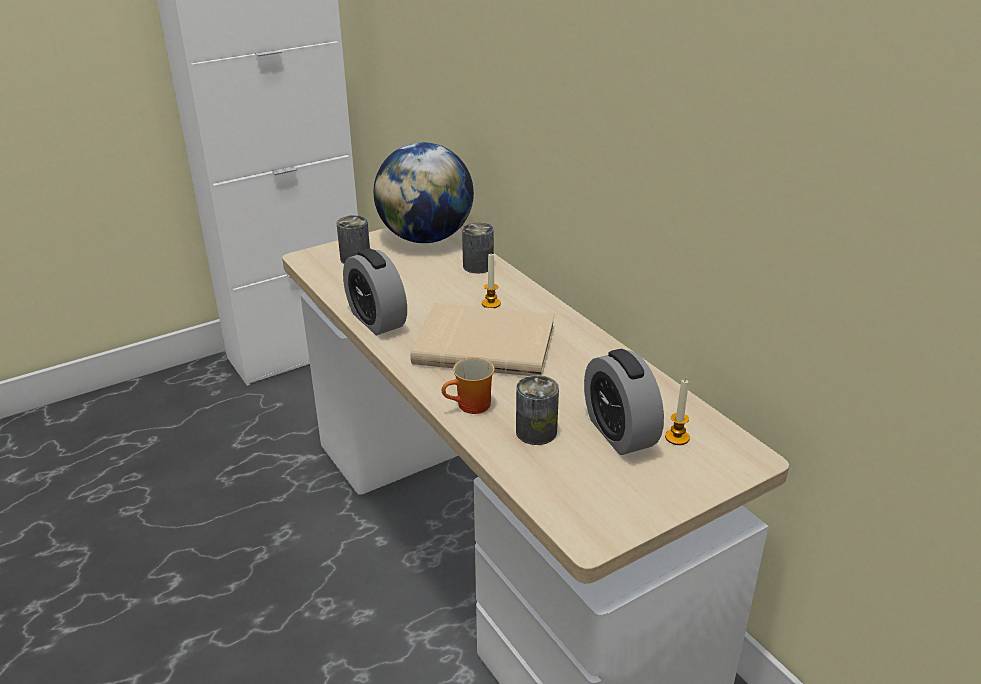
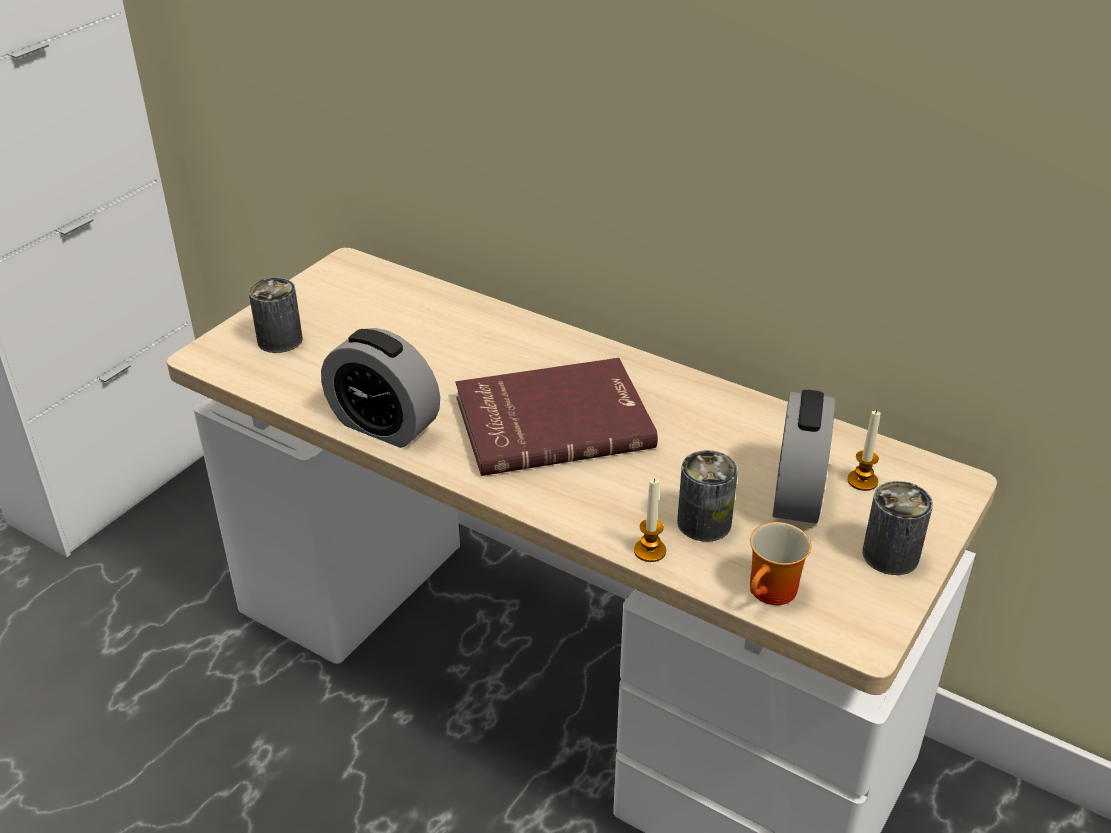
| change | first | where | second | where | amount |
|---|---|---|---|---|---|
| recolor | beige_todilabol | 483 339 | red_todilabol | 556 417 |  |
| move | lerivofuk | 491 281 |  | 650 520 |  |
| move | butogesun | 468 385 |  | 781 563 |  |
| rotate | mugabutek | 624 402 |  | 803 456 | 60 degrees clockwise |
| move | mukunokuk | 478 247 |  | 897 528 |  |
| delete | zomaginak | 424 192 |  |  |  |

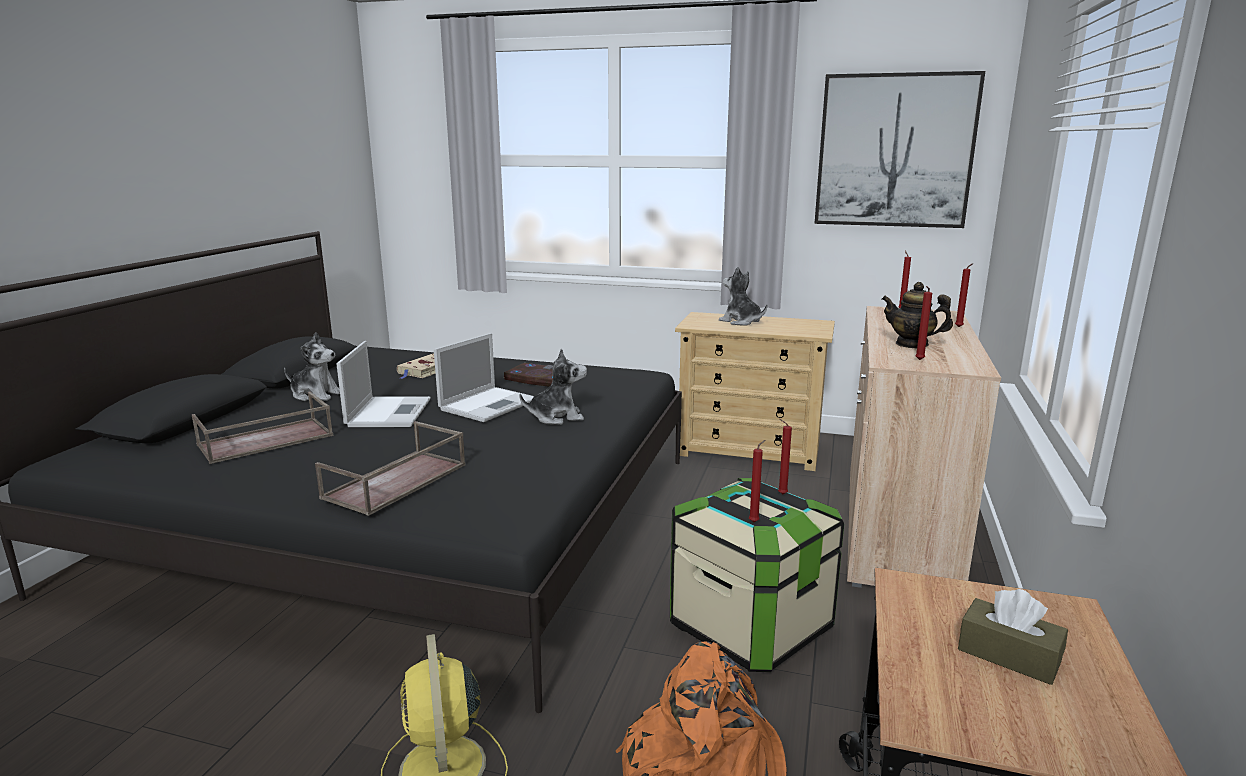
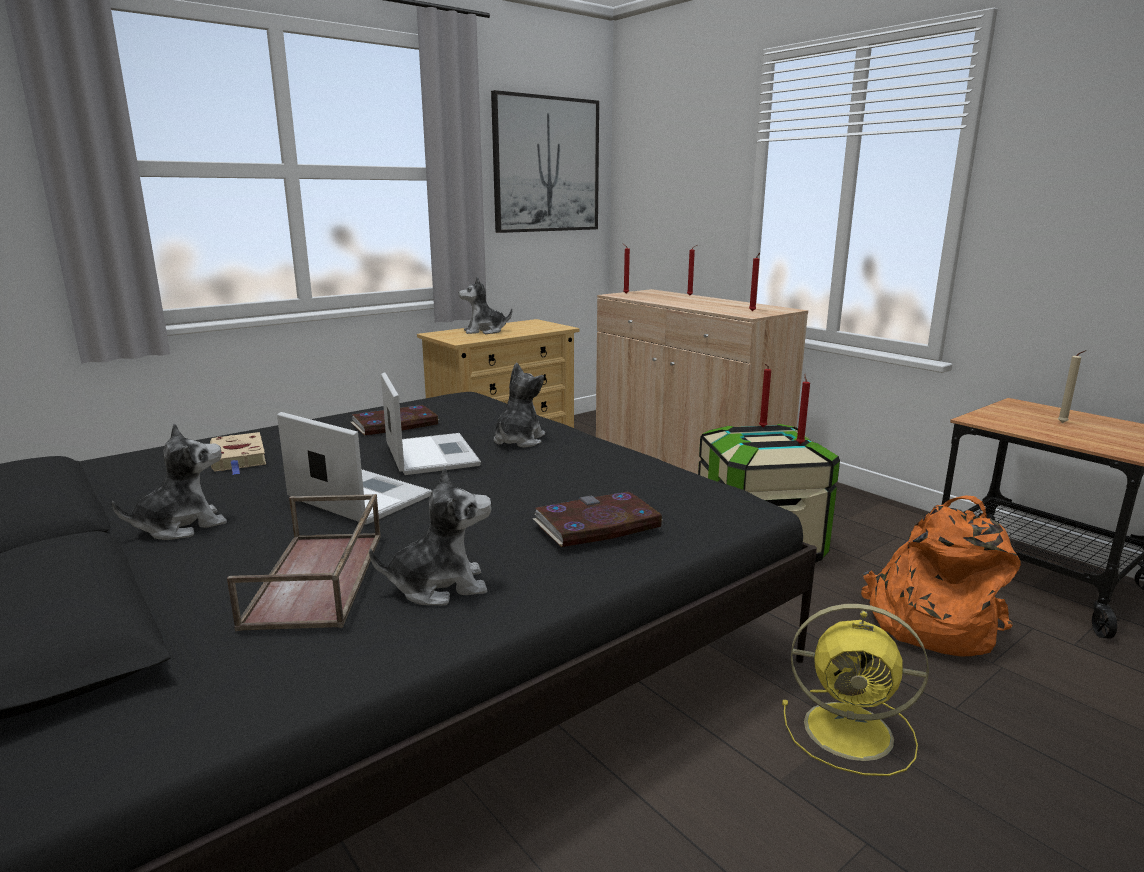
| change | first | where | second | where | amount |
|---|---|---|---|---|---|
| insert |  |  | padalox | 430 536 |  |
| replace | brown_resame | 390 468 | todilabol | 597 519 |  |
| replace | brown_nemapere | 1013 637 | beige_lerivofuk | 1072 386 |  |
| delete | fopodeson | 917 315 |  |  |  |

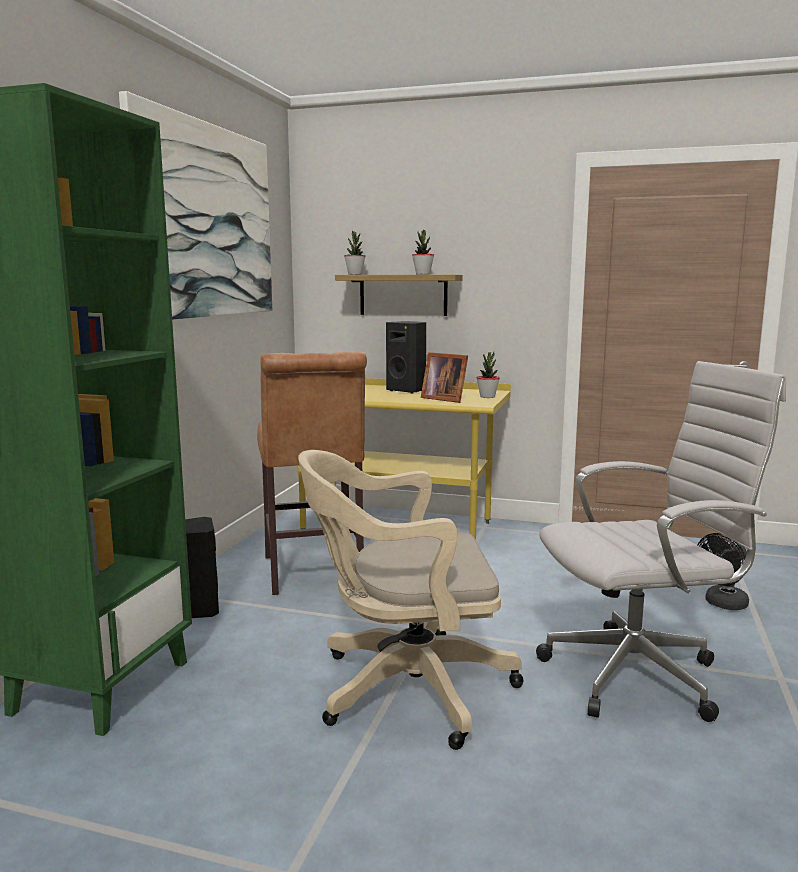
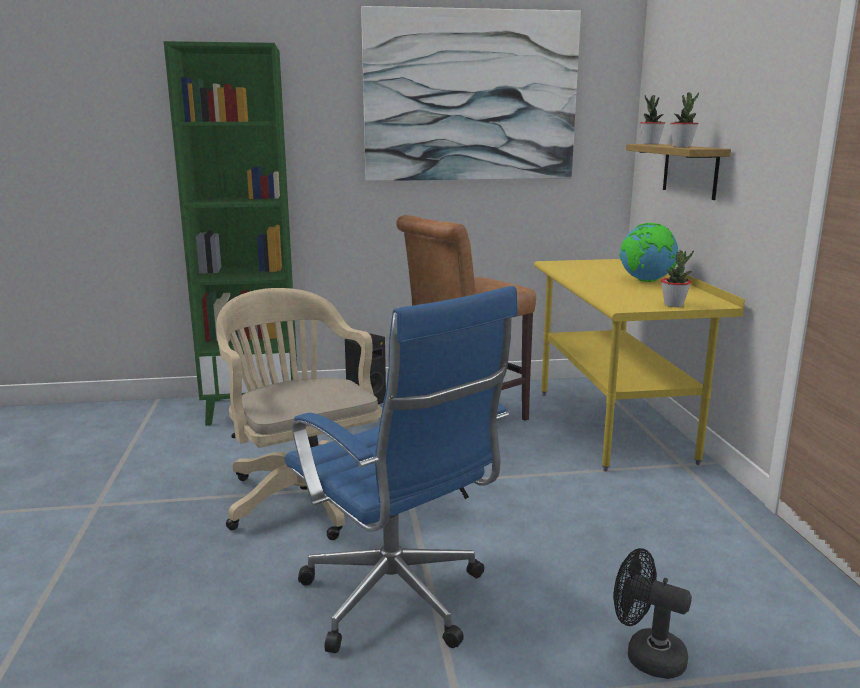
| change | first | where | second | where | amount |
|---|---|---|---|---|---|
| recolor | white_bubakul | 661 541 | blue_bubakul | 401 469 |  |
| replace | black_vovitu | 406 357 | zomaginak | 648 252 |  |
| delete | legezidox | 444 377 |  |  |  |

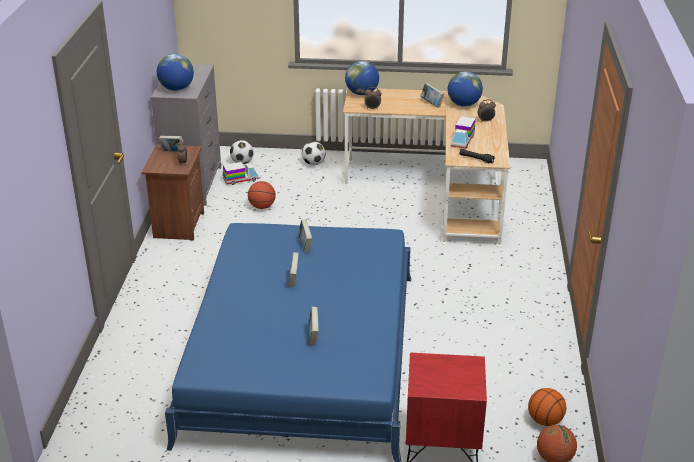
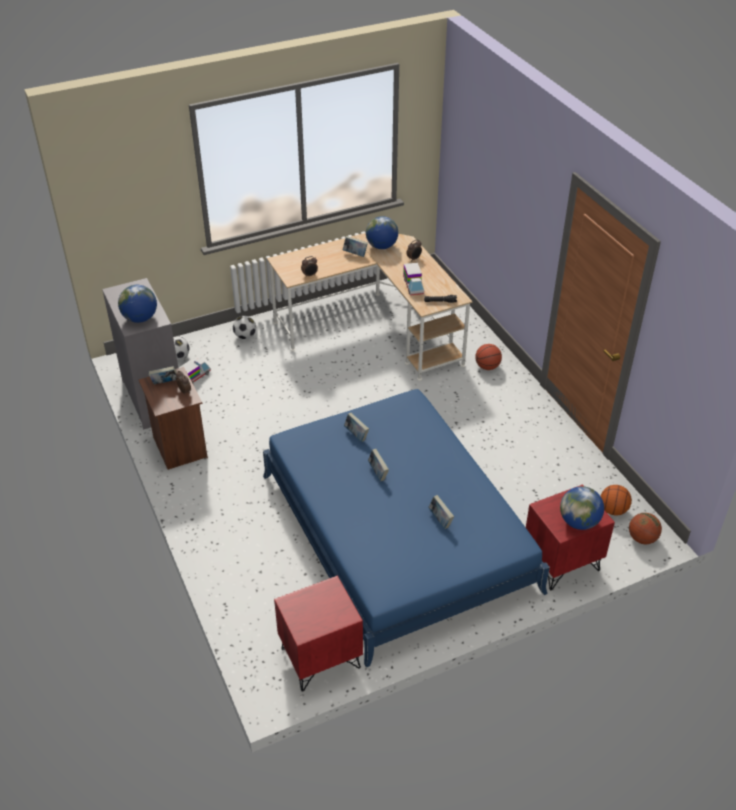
| change | first | where | second | where | amount |
|---|---|---|---|---|---|
| insert |  |  | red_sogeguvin | 318 634 |  |
| move | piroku | 262 195 |  | 488 357 |  |
| move | zomaginak | 362 78 |  | 582 508 |  |

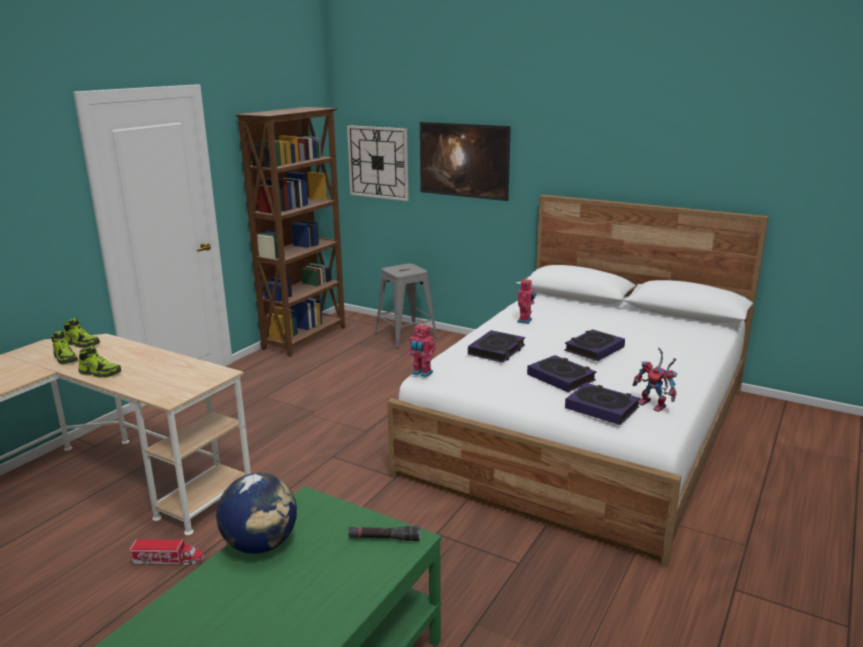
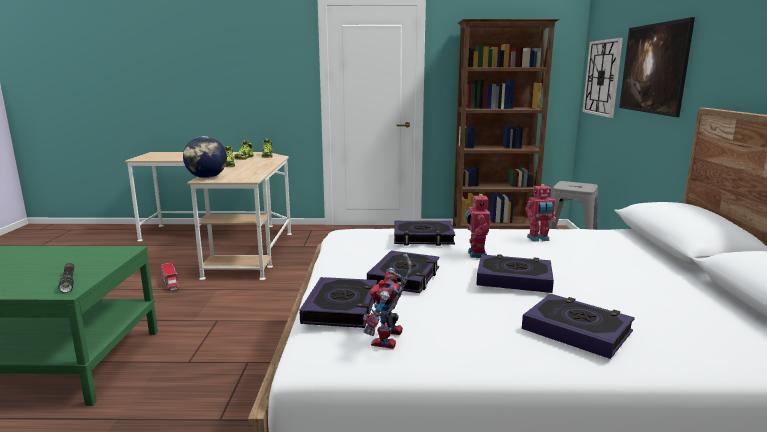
| change | first | where | second | where | amount |
|---|---|---|---|---|---|
| move | zomaginak | 256 513 |  | 205 157 |  |
| move | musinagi | 422 351 |  | 477 225 |  |
| insert |  |  | todilabol | 578 326 |  |

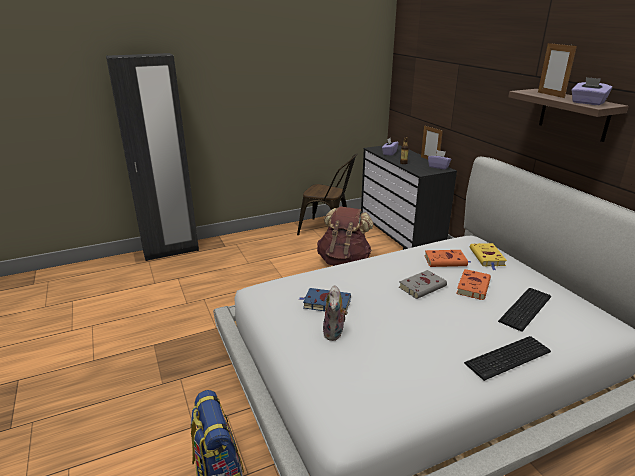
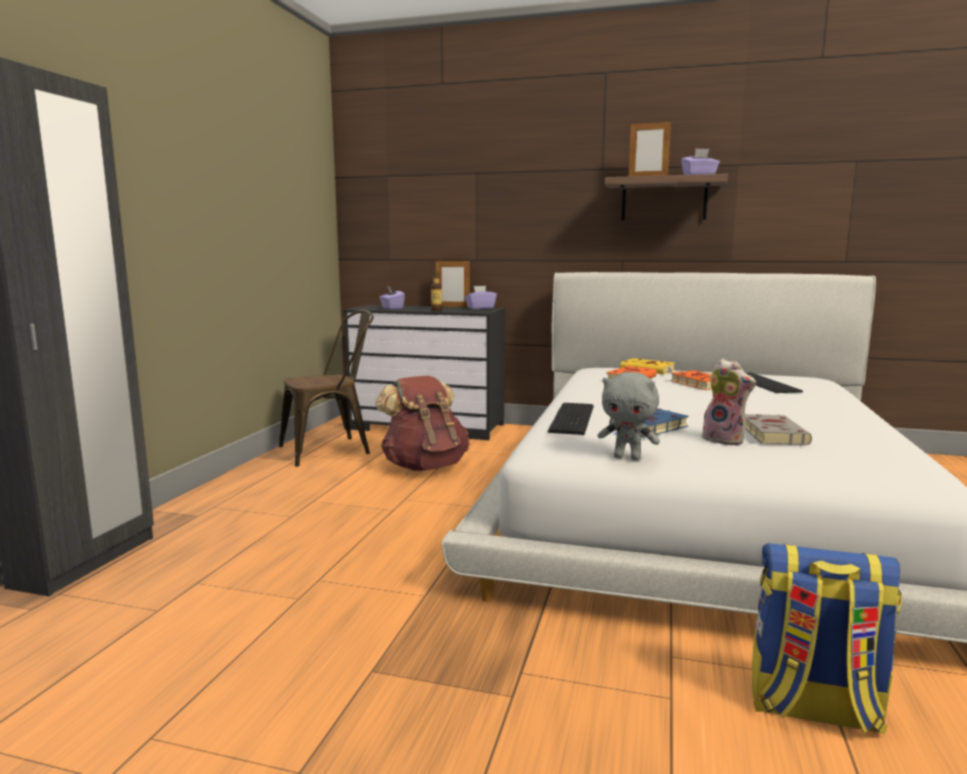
| change | first | where | second | where | amount |
|---|---|---|---|---|---|
| move | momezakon | 507 358 |  | 571 419 |  |
| insert |  |  | grey_padalox | 629 416 |  |
| move | grey_todilabol | 423 284 |  | 778 429 |  |

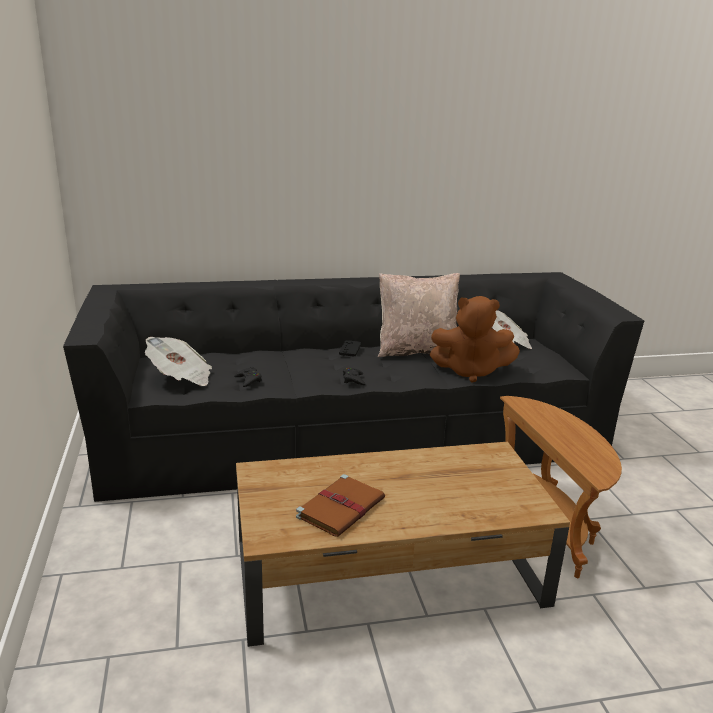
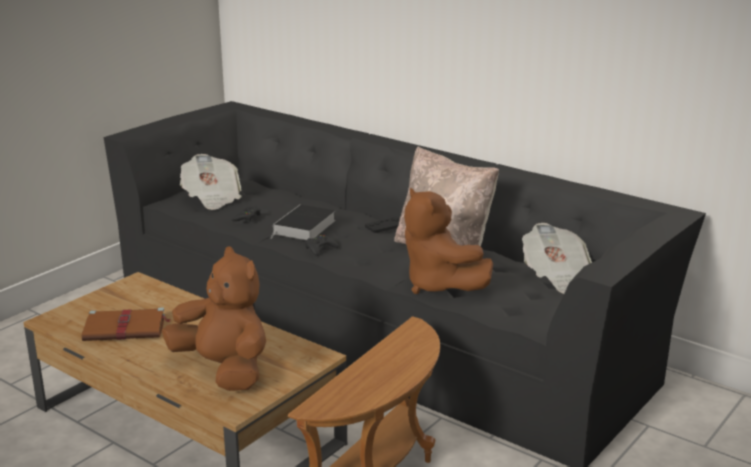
| change | first | where | second | where | amount |
|---|---|---|---|---|---|
| insert |  |  | brown_padalox | 214 319 |  |
| insert |  |  | todilabol | 303 222 |  |

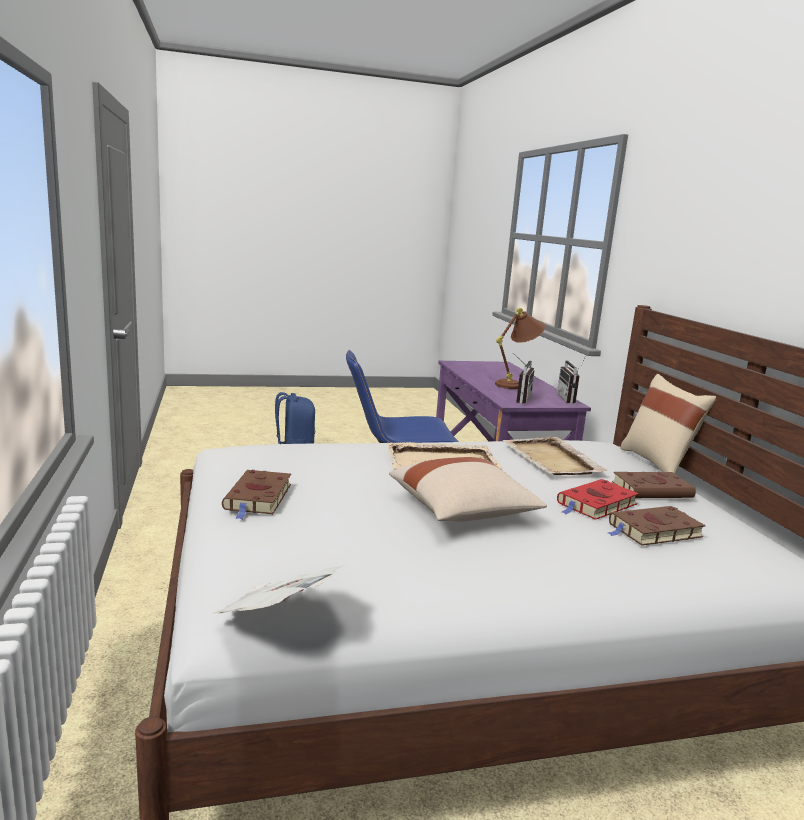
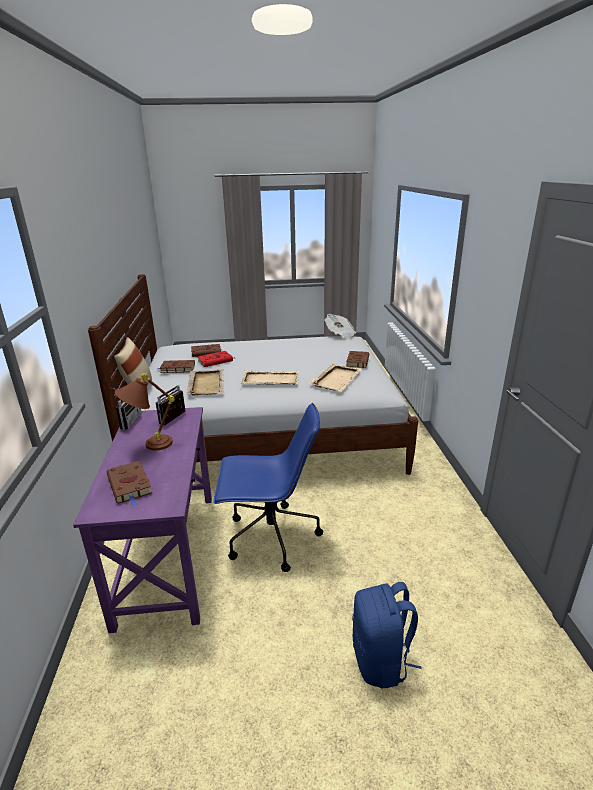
| change | first | where | second | where | amount |
|---|---|---|---|---|---|
| insert |  |  | brown_todilabol | 129 484 |  |
| insert |  |  | beige_resame | 335 378 |  |
| delete | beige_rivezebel | 468 489 |  |  |  |

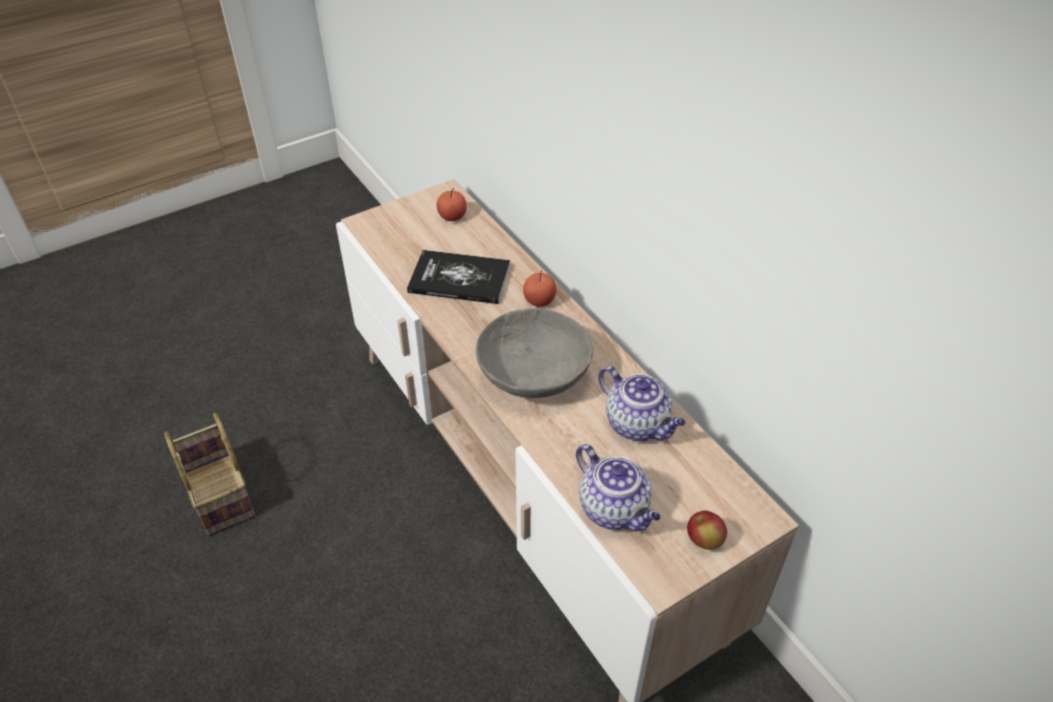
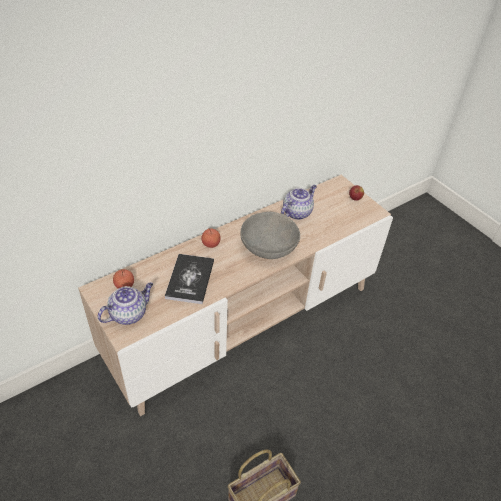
| change | first | where | second | where | amount |
|---|---|---|---|---|---|
| move | fopodeson | 618 487 |  | 125 303 |  |

